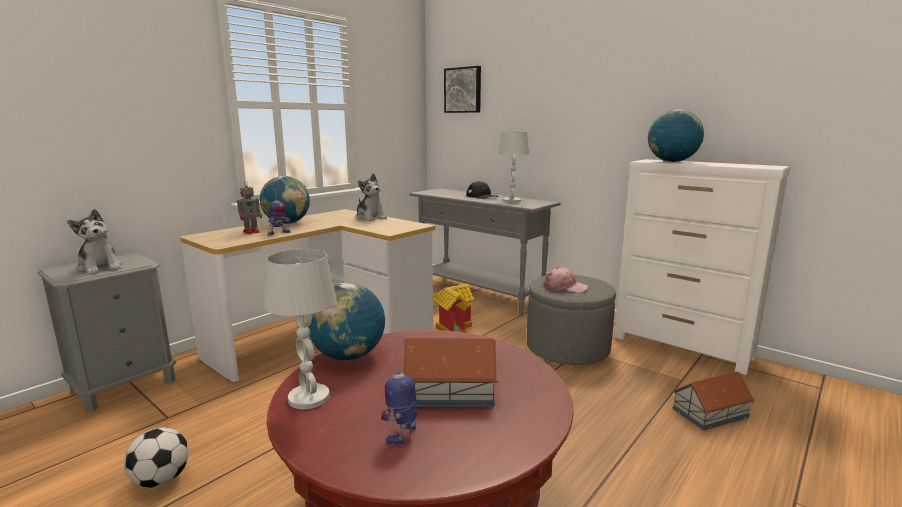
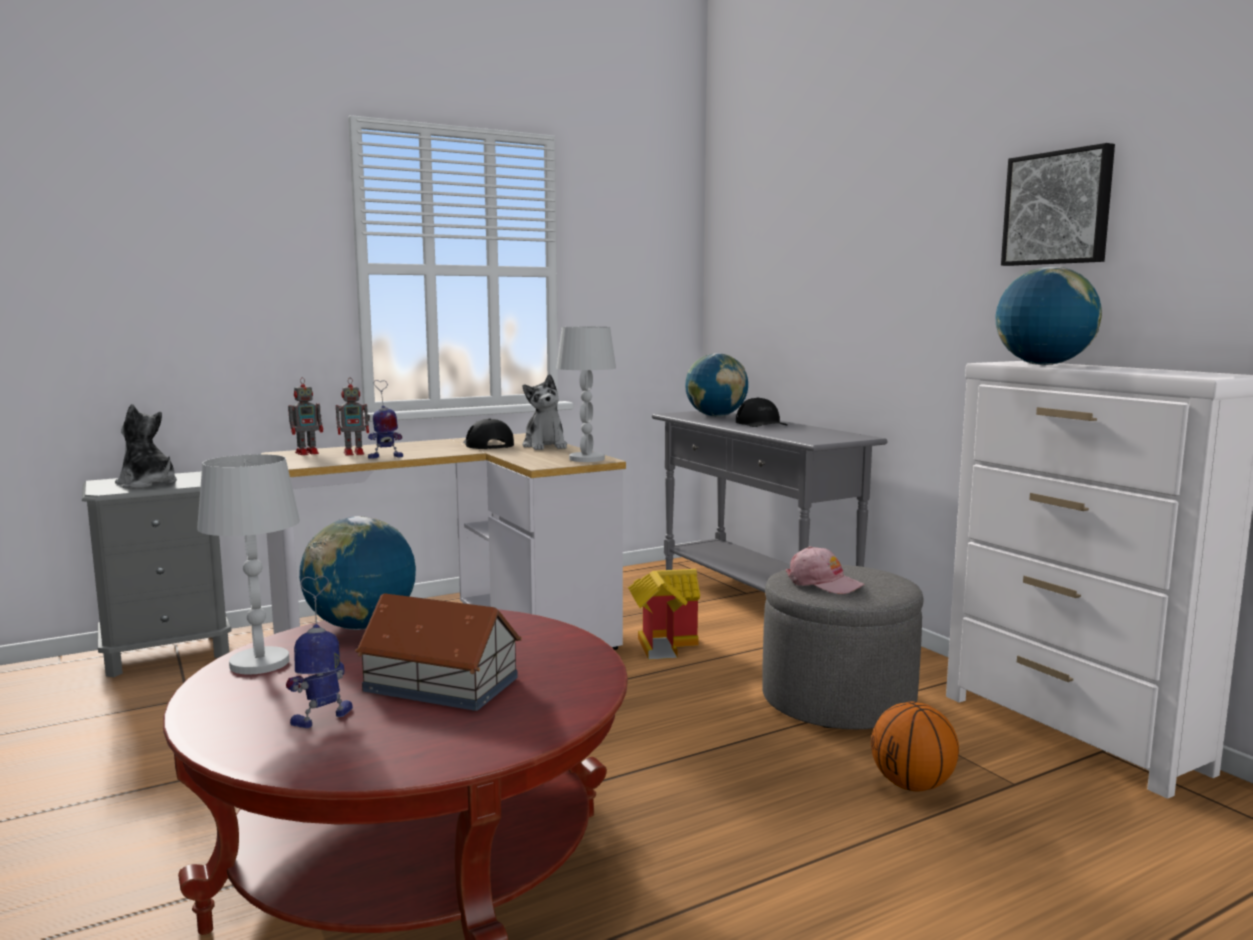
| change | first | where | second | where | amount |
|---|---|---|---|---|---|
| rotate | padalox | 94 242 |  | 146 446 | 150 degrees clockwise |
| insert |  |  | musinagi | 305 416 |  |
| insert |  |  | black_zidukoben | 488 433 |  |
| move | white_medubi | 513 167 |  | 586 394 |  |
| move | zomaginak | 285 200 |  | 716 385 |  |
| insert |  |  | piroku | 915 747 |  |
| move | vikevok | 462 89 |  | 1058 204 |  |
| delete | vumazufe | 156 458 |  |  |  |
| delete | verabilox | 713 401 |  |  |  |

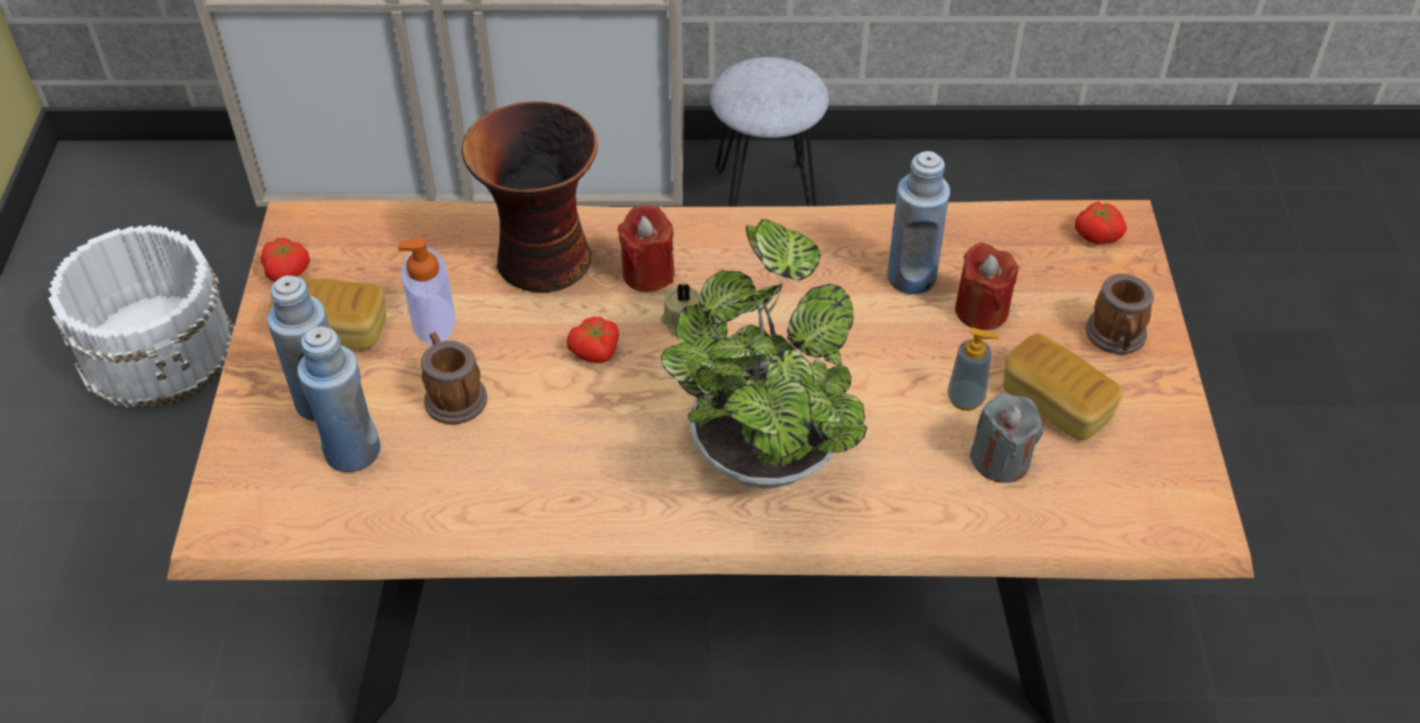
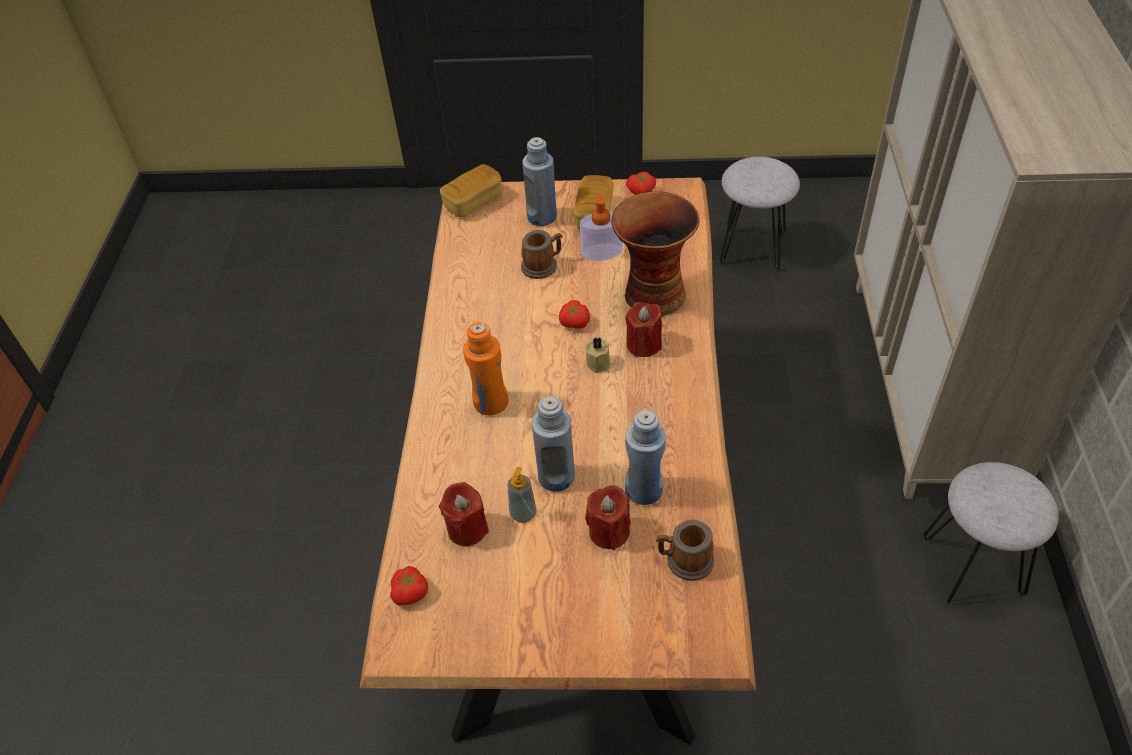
| change | first | where | second | where | amount |
|---|---|---|---|---|---|
| move | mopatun | 1101 222 |  | 409 585 |  |
| recolor | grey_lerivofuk | 1006 438 | red_lerivofuk | 464 514 |  |
| move | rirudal | 1063 386 |  | 471 190 |  |
| replace | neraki | 764 354 | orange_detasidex | 485 368 |  |
| move | blue_detasidex | 338 399 |  | 553 444 |  |
| move | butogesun | 1120 314 |  | 685 550 |  |
| replace | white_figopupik | 141 317 | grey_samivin | 759 214 |  |

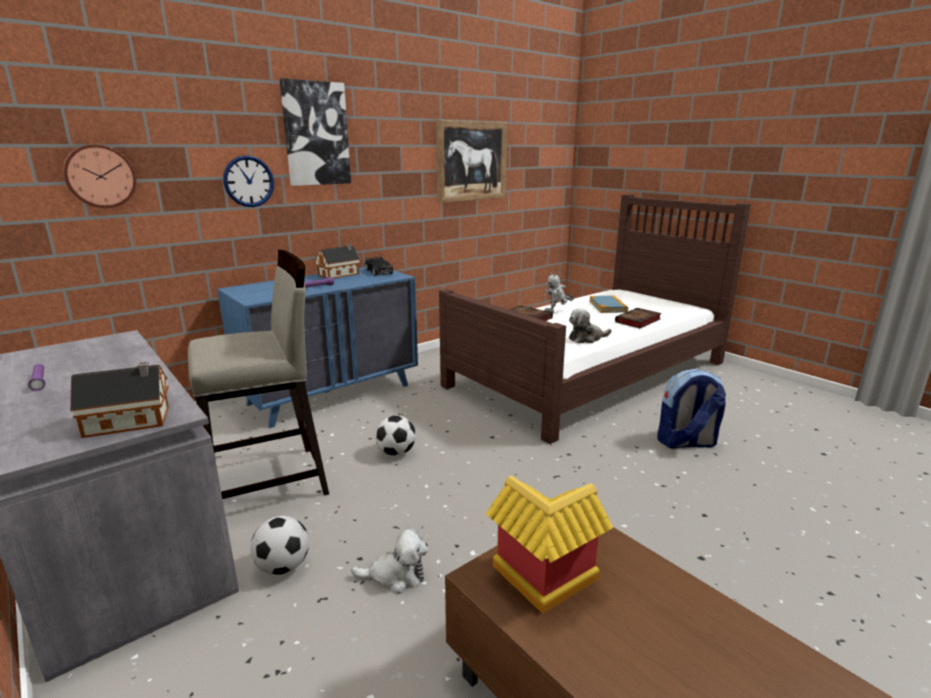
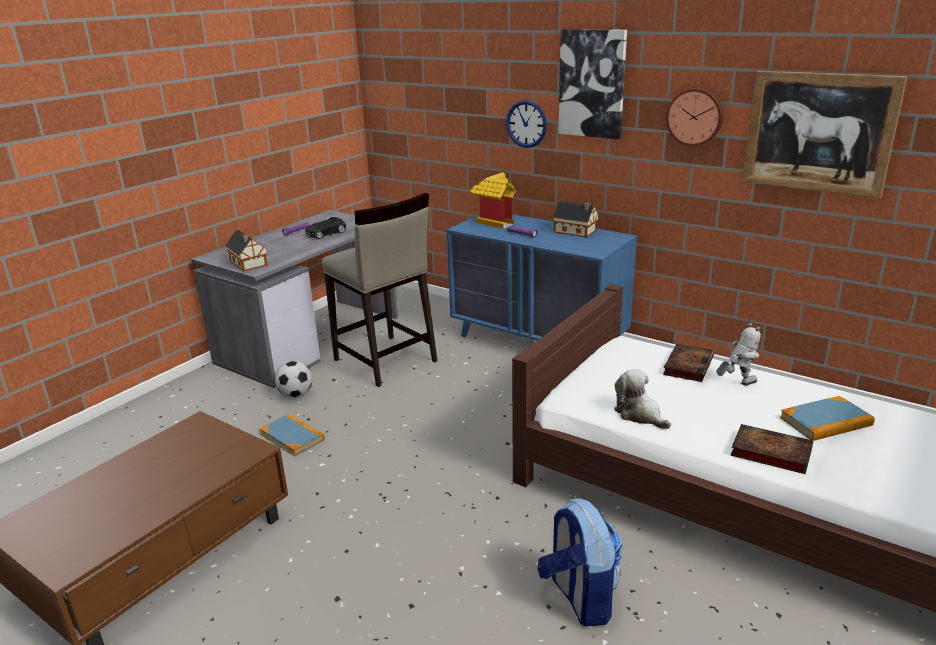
| change | first | where | second | where | amount |
|---|---|---|---|---|---|
| replace | padalox | 390 561 | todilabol | 292 435 |  |
| move | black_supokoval | 379 266 |  | 325 228 |  |
| move | verabilox | 550 544 |  | 493 200 |  |
| move | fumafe | 99 176 |  | 694 117 |  |
| rotate | musinagi | 559 292 |  | 738 354 | 105 degrees clockwise |
| delete | vumazufe | 395 435 |  |  |  |

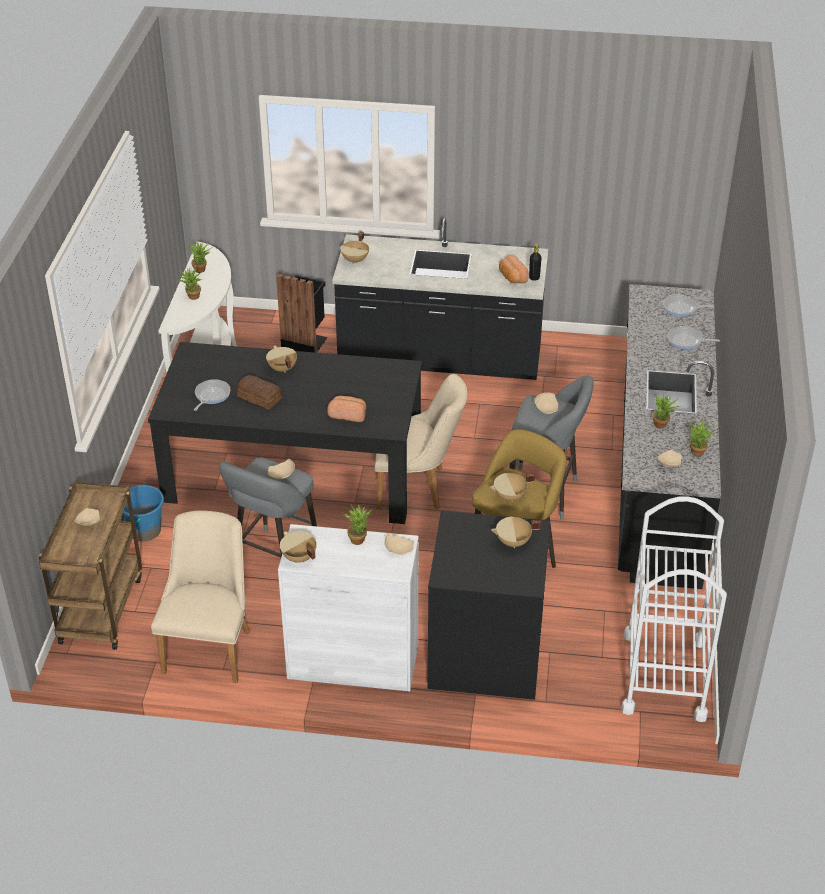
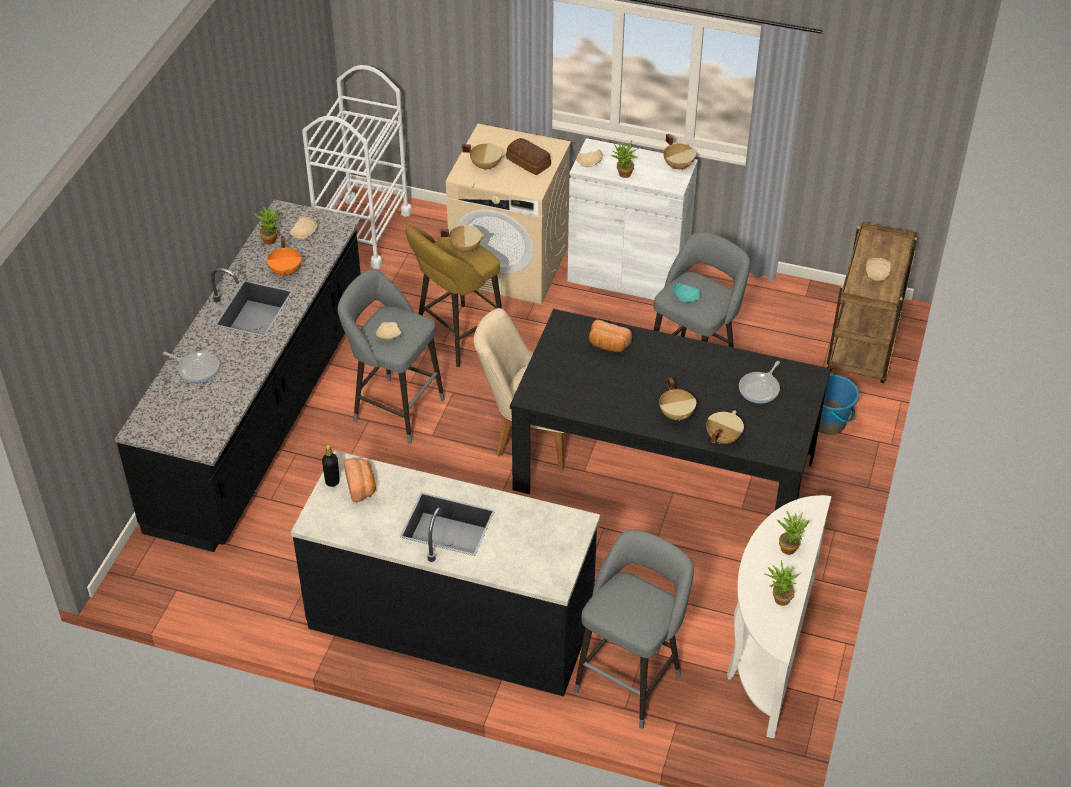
| change | first | where | second | where | amount |
|---|---|---|---|---|---|
| replace | neraki | 666 409 | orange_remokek | 284 256 |  |
| recolor | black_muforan | 488 605 | beige_muforan | 508 214 |  |
| move | rirudal | 259 392 |  | 528 156 |  |
| replace | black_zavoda | 302 313 | grey_samivin | 634 629 |  |
| recolor | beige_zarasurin | 281 469 | turquoise_zarasurin | 686 292 |  |
| move | beige_remokek | 354 248 |  | 725 427 |  |
| delete | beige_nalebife | 200 597 |  |  |  |
| delete | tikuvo | 688 306 |  |  |  |

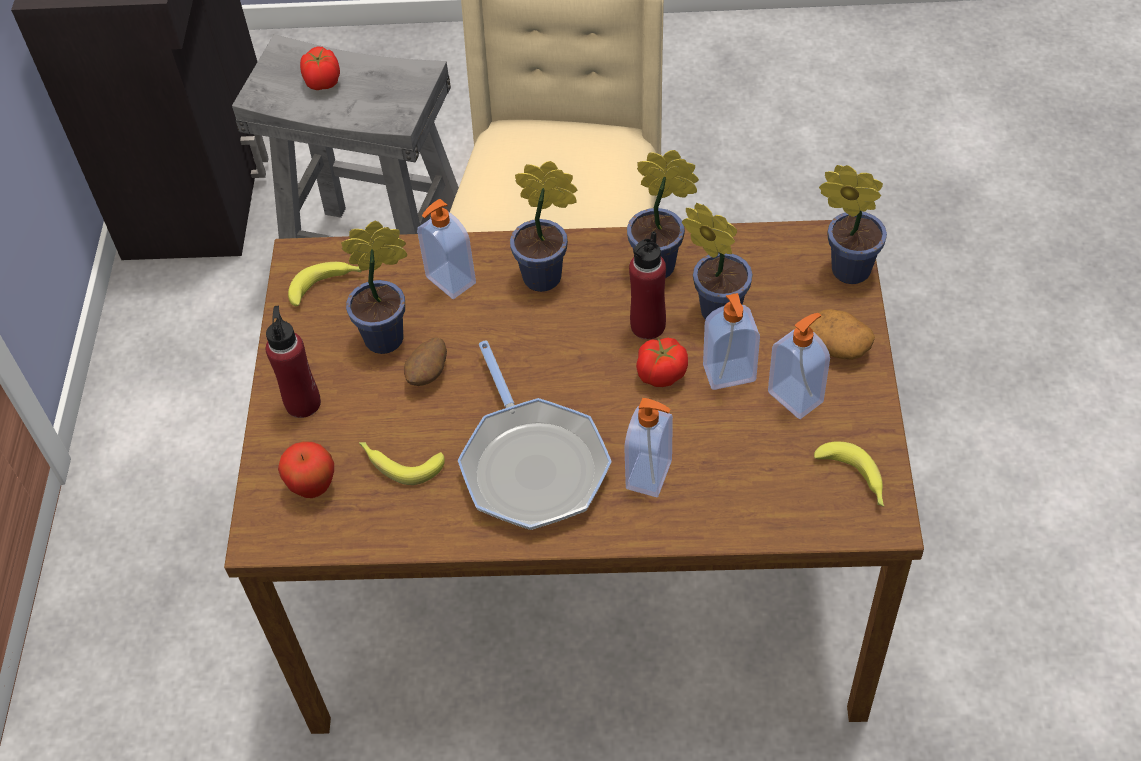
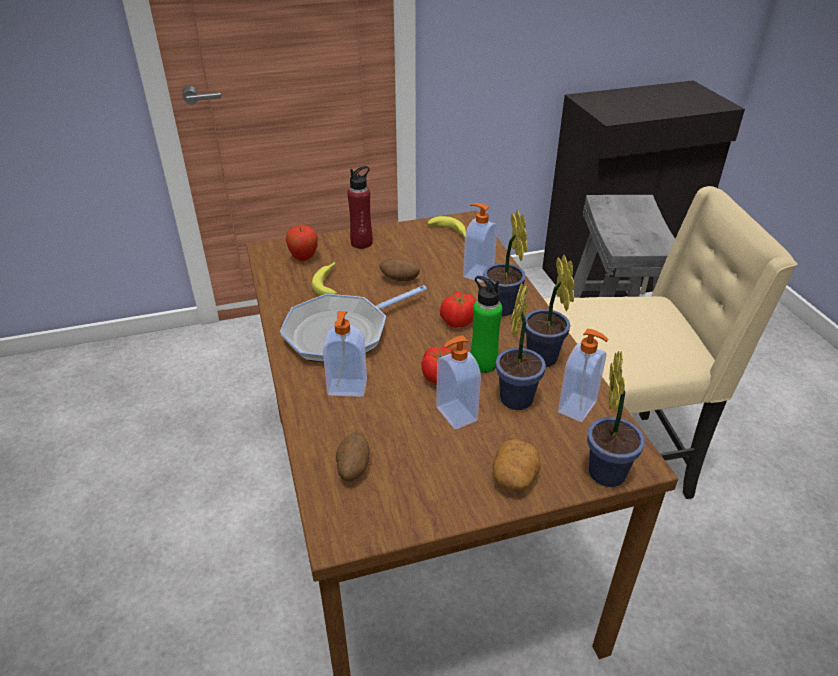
| change | first | where | second | where | amount |
|---|---|---|---|---|---|
| insert |  |  | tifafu | 353 456 |  |
| move | mopatun | 320 68 |  | 458 309 |  |
| recolor | red_detasidex | 647 285 | green_detasidex | 486 324 |  |
| move | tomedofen | 799 366 |  | 583 375 |  |
| delete | neraki | 374 287 |  |  |  |
| delete | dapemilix | 849 474 |  |  |  |

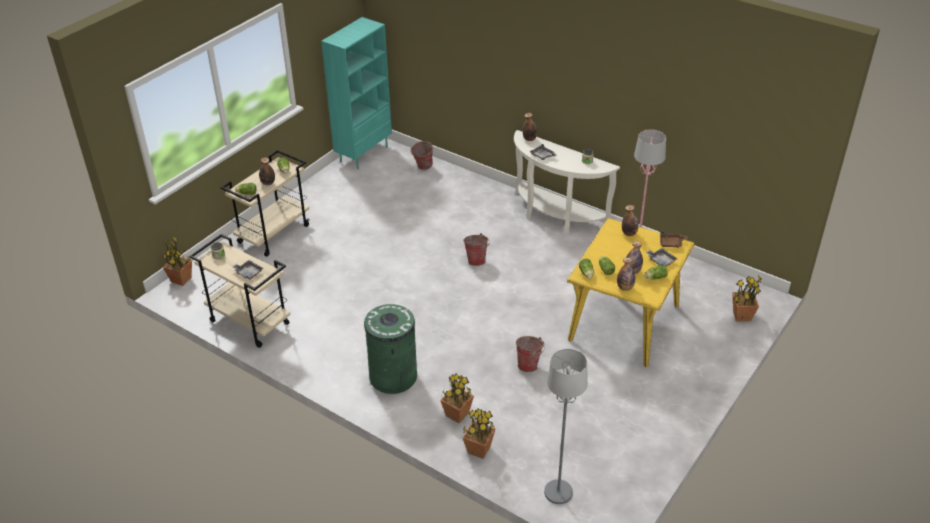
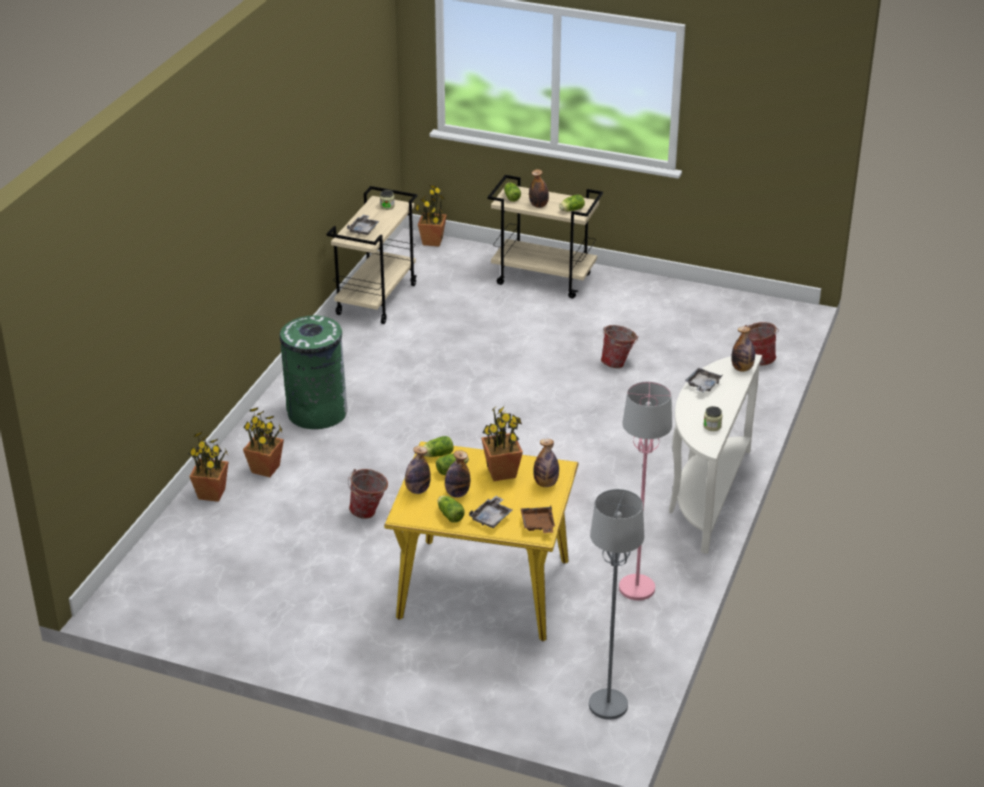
| change | first | where | second | where | amount |
|---|---|---|---|---|---|
| move | neraki | 747 298 |  | 502 443 |  |
| move | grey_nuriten | 566 426 |  | 616 604 |  |
| move | figopupik | 477 249 |  | 619 346 |  |
| delete | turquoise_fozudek | 356 93 |  |  |  |

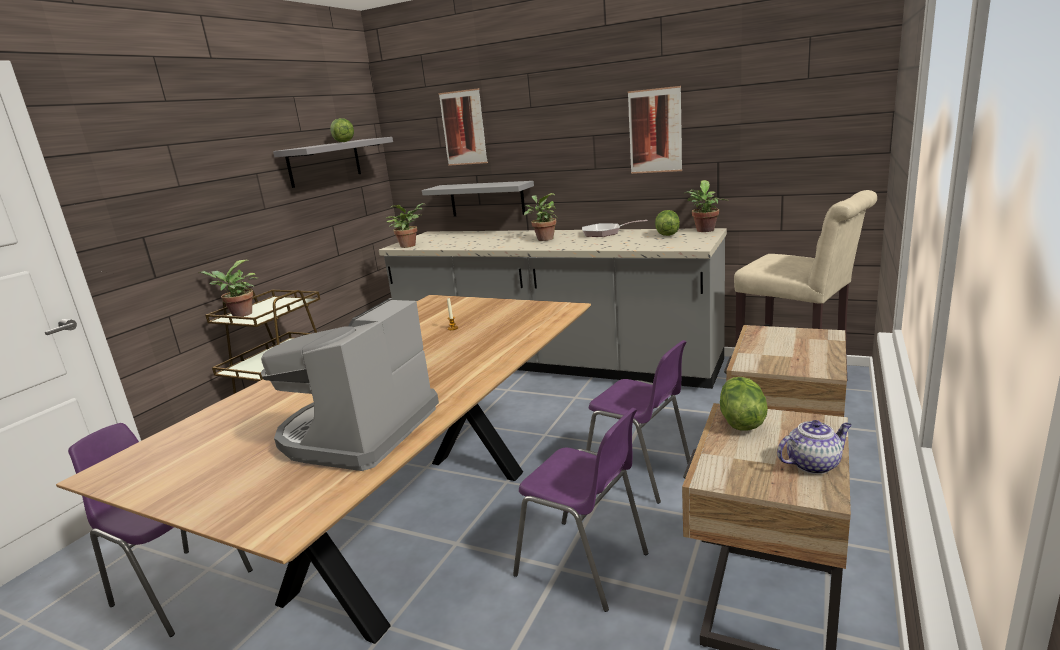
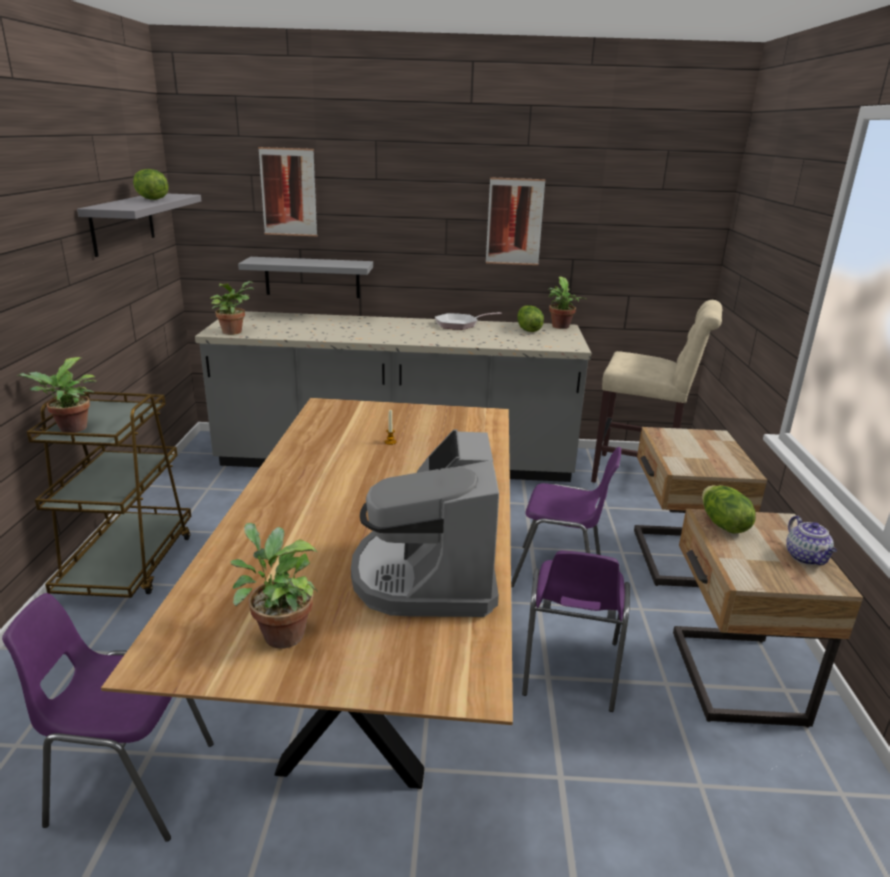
| change | first | where | second | where | amount |
|---|---|---|---|---|---|
| move | neraki | 541 217 |  | 274 586 |  |
| rotate | purple_nalebife | 580 510 |  | 576 631 | 90 degrees clockwise |
| rotate | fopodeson | 814 447 |  | 811 540 | 120 degrees clockwise |

